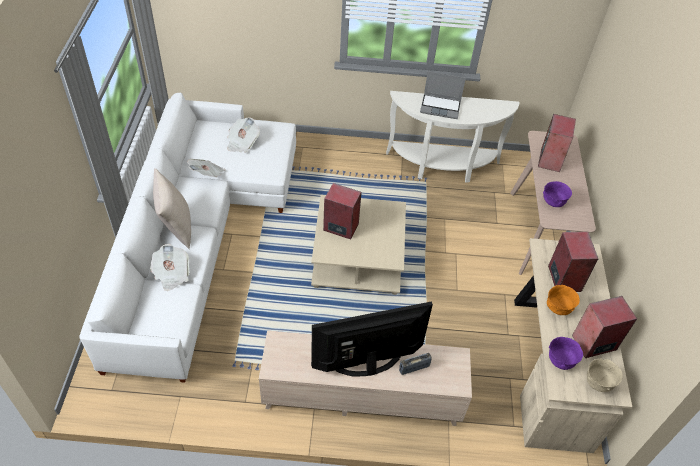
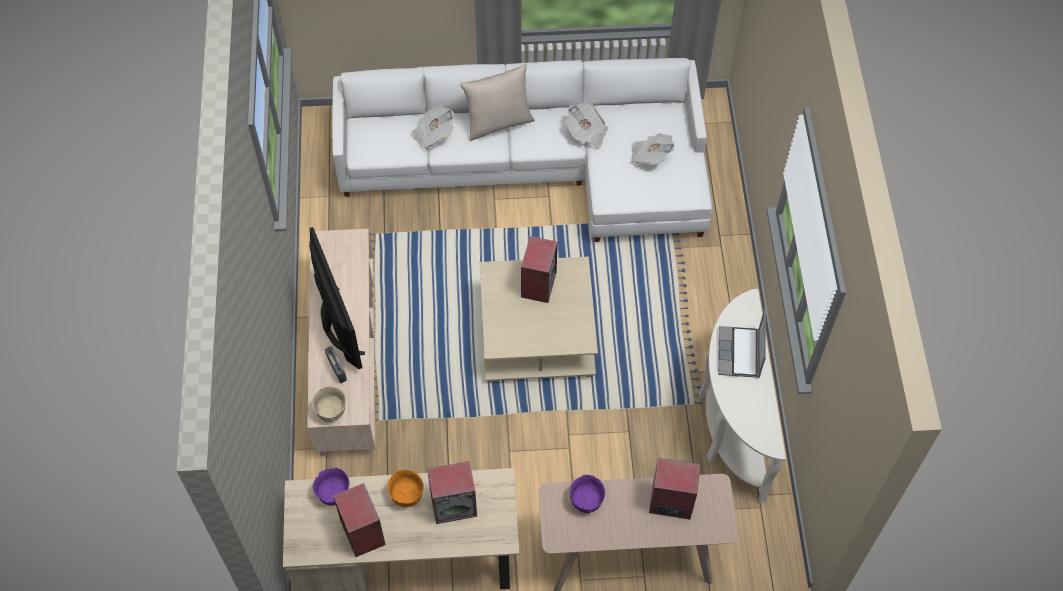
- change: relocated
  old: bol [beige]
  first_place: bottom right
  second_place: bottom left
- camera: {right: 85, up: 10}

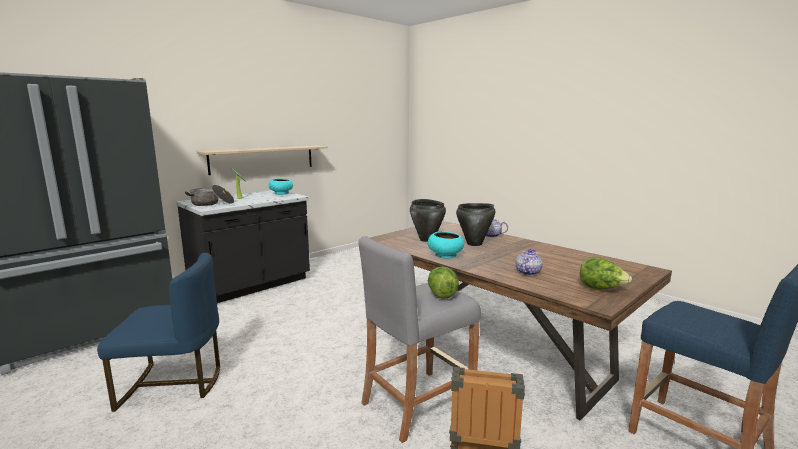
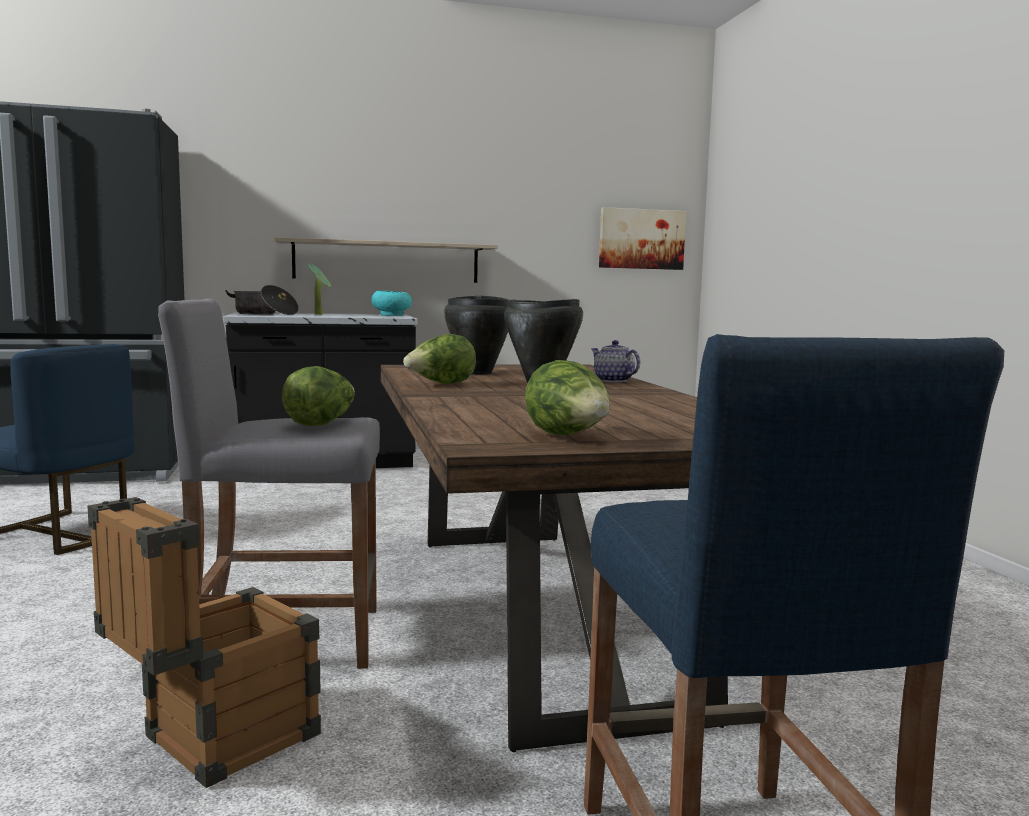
- change: missing
  old: théière (no. 2 from left)
  first_place: centre
- change: appeared
  new: tableau
  second_place: top centre
- change: exchanged
  old: bol [turquoise] (no. 2 from left)
  new: laitue (no. 2 from left)
  first_place: centre
  second_place: centre
- camera: {right: 30, up: -5}

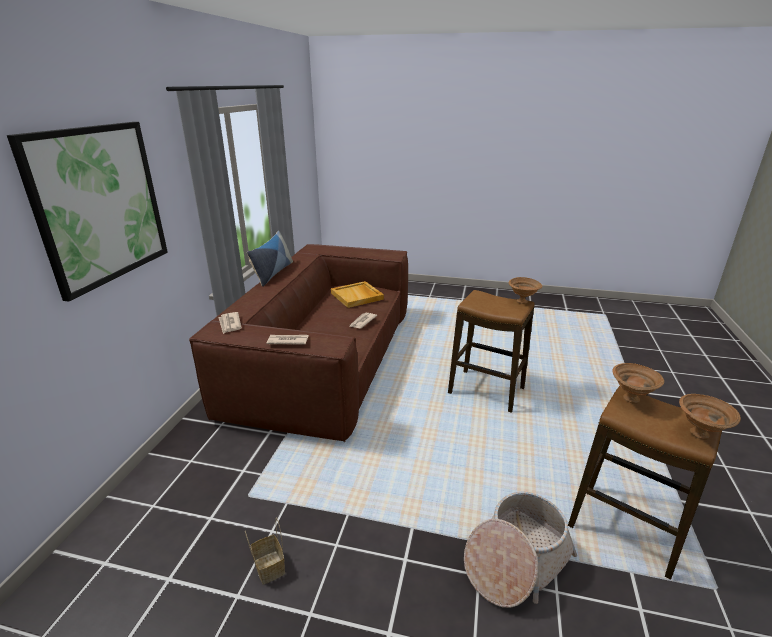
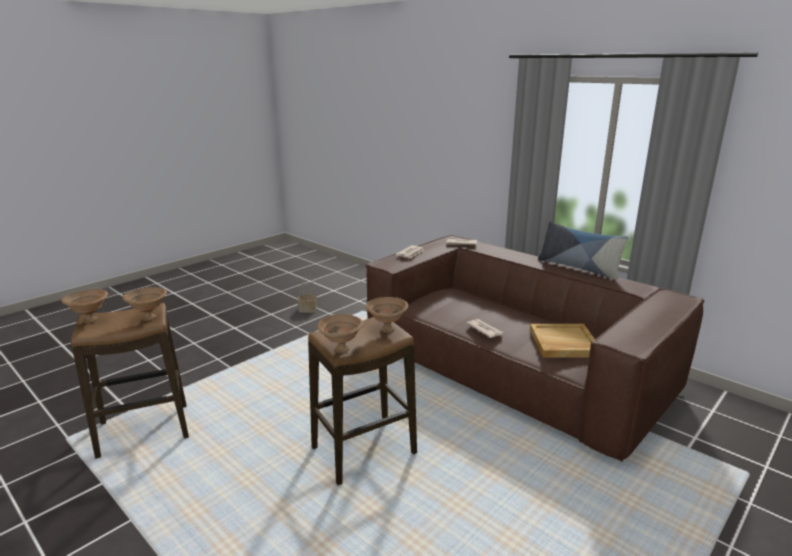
- change: missing
  old: tableau
  first_place: top left
- change: missing
  old: panier (no. 2 from left)
  first_place: bottom right
- change: appeared
  new: bol [marron] (no. 4 from left)
  second_place: centre
- camera: {right: 120, up: -5}

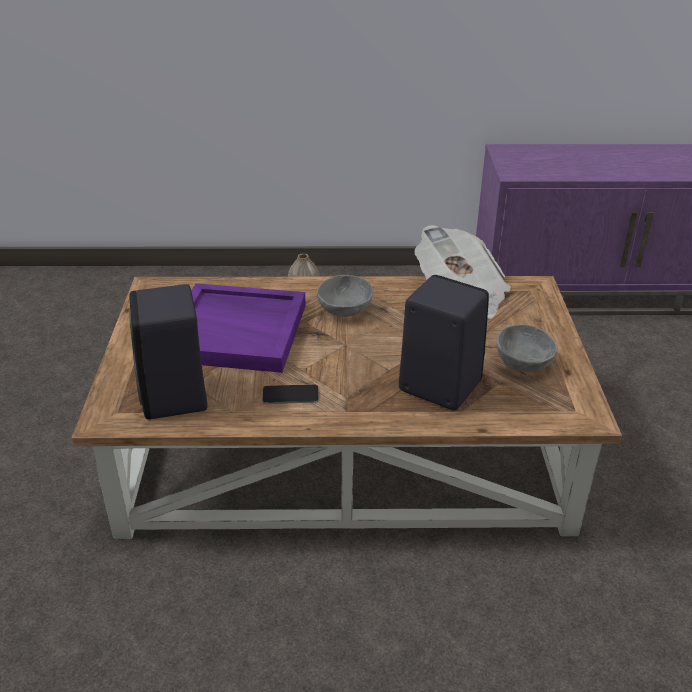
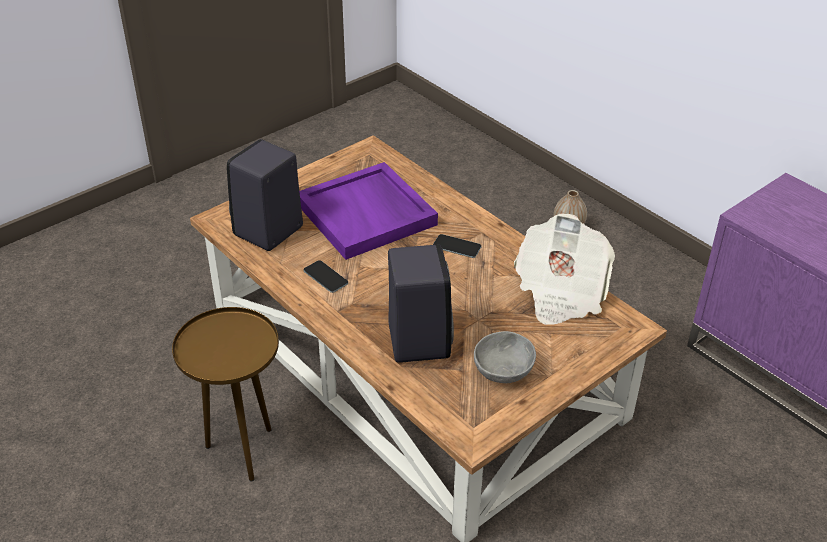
- change: appeared
  new: table d'appoint [marron]
  second_place: bottom left
- change: exchanged
  old: bol [gris] (no. 1 from left)
  new: téléphone (no. 2 from left)
  first_place: centre
  second_place: centre
- camera: {right: 50, up: 5}

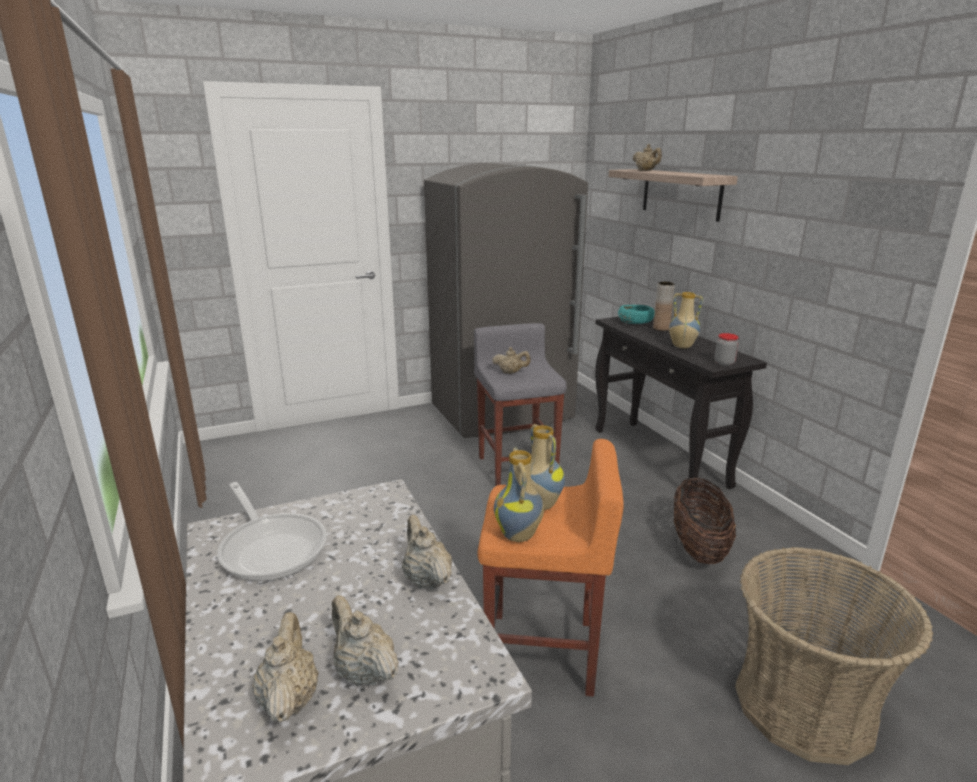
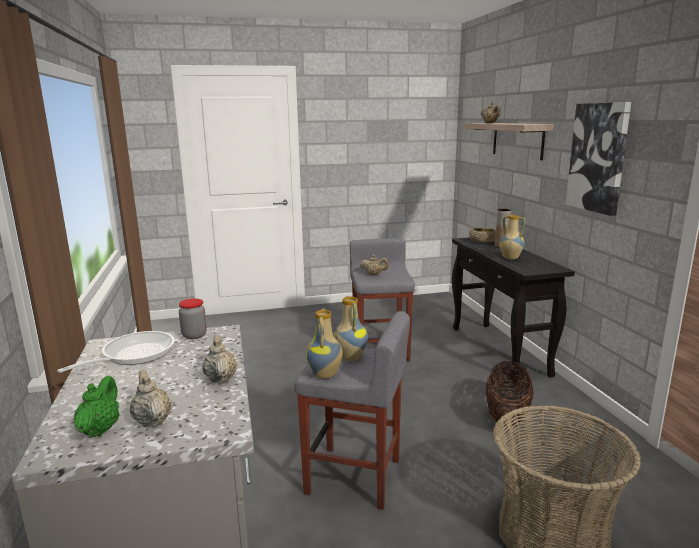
- change: missing
  old: réfrigérateur [gris]
  first_place: centre
- change: appeared
  new: tableau
  second_place: top right
- change: relocated
  old: bocal
  first_place: middle right
  second_place: middle left
- change: colour
  old: théière [beige] (no. 1 from left)
  new: théière [vert]
  first_place: bottom left
  second_place: bottom left
- change: colour
  old: tabouret [orange]
  new: tabouret [gris] (no. 1 from left)
  first_place: bottom centre
  second_place: bottom centre
- change: colour
  old: bol [turquoise]
  new: bol [beige]
  first_place: centre
  second_place: middle right
- change: spun
  old: poêle
  first_place: bottom left
  second_place: middle left
  degrees: -120
- camera: {right: 10, up: -5}

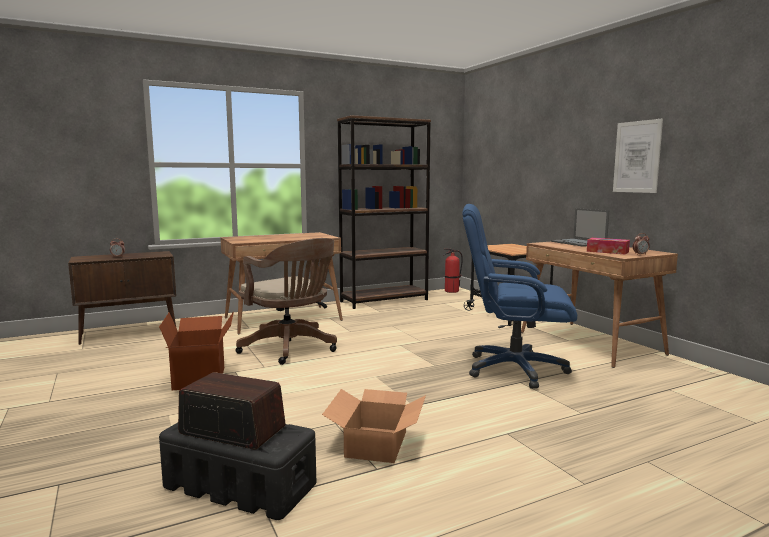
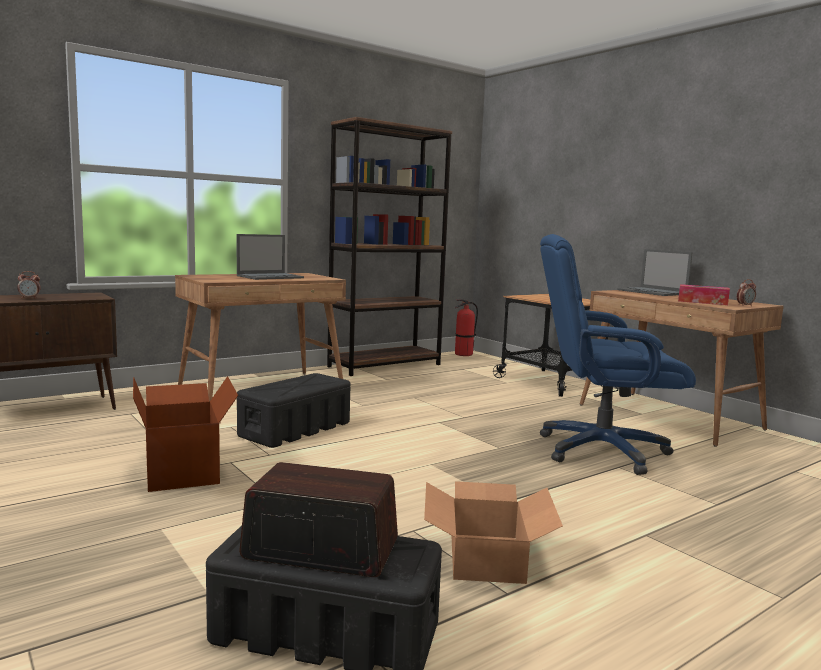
- change: missing
  old: tableau
  first_place: top right
- change: appeared
  new: ordinateur portable (no. 1 from left)
  second_place: middle left
- change: exchanged
  old: chaise de bureau [marron]
  new: boîte de rangement [noir] (no. 1 from left)
  first_place: centre
  second_place: centre
- camera: {right: -10, up: 0}

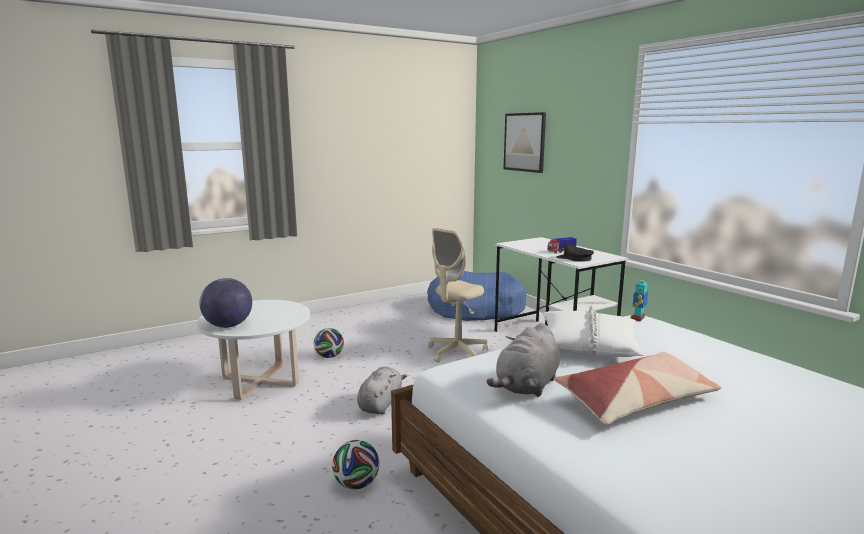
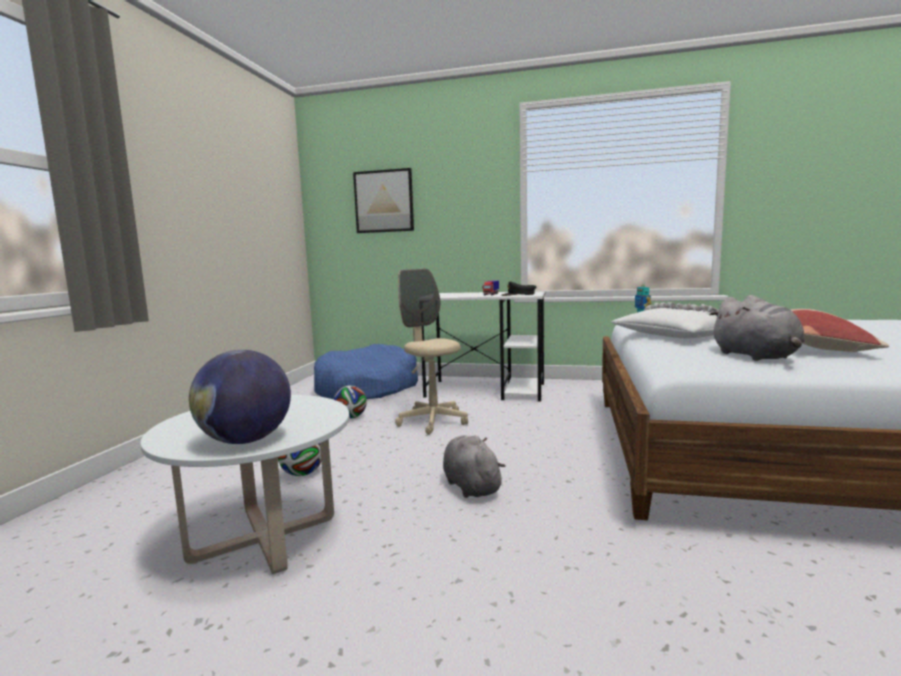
- change: relocated
  old: ballon de foot (no. 2 from left)
  first_place: bottom centre
  second_place: centre
- change: spun
  old: chaise de bureau [beige]
  first_place: centre
  second_place: centre
  degrees: 150
- camera: {right: -45, up: -5}

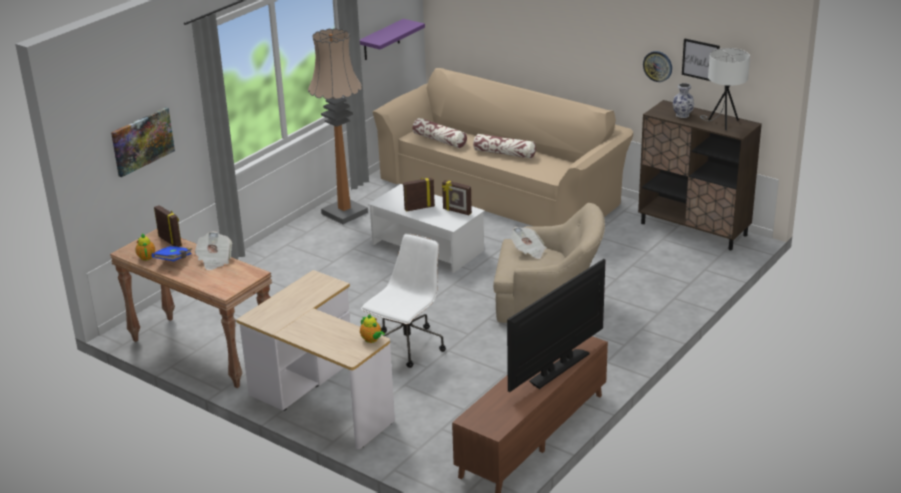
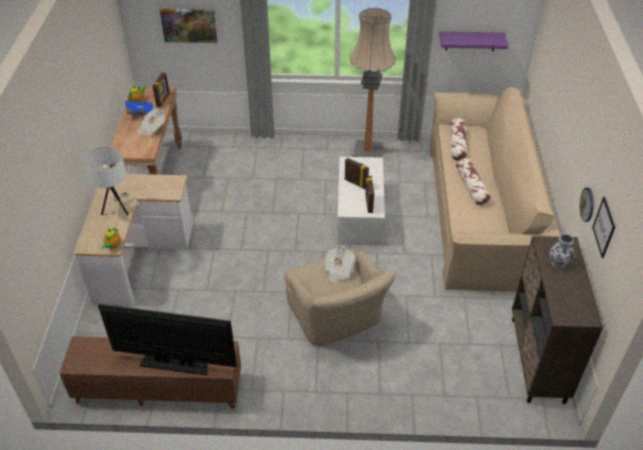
- change: missing
  old: chaise de bureau [blanc]
  first_place: centre
- change: relocated
  old: lampe de table [blanc]
  first_place: top right
  second_place: middle left
- camera: {right: 55, up: 15}

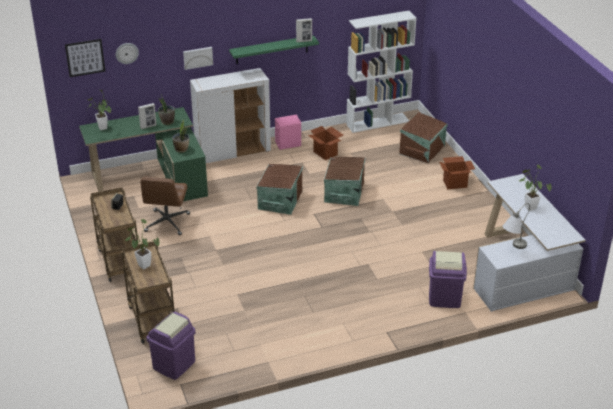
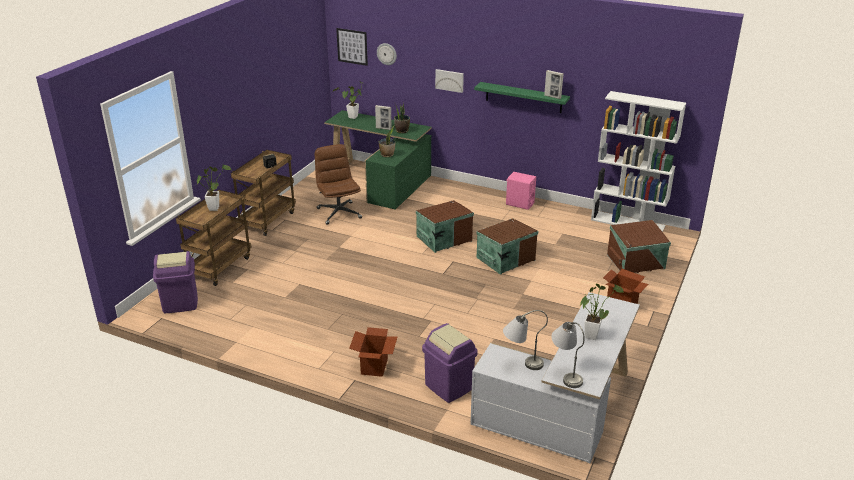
- change: missing
  old: meuble de rangement [blanc]
  first_place: top centre
- change: appeared
  new: lampe de table [gris] (no. 2 from left)
  second_place: bottom centre
- change: relocated
  old: carton (no. 1 from left)
  first_place: centre
  second_place: bottom centre
- change: spun
  old: chaise de bureau [marron]
  first_place: middle left
  second_place: centre
  degrees: 105
- camera: {right: 45, up: -5}

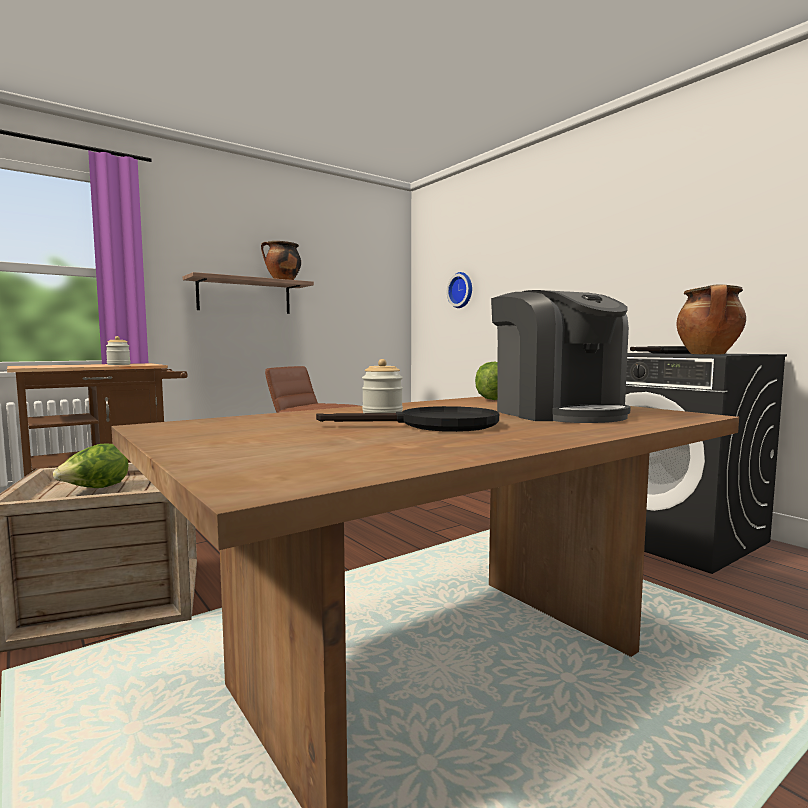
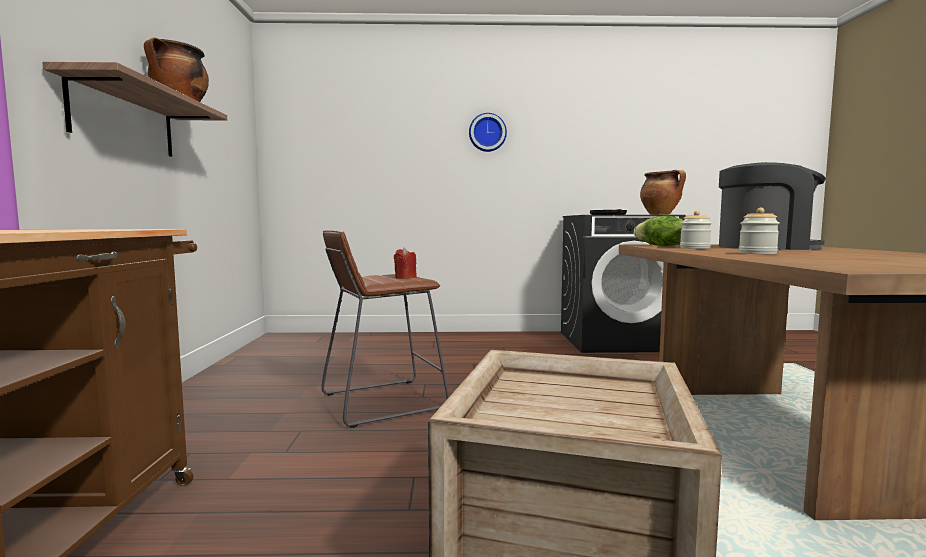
- change: missing
  old: laitue (no. 1 from left)
  first_place: middle left
- change: missing
  old: poêle [noir] (no. 1 from left)
  first_place: centre
- change: appeared
  new: bougie [rouge]
  second_place: centre
- change: relocated
  old: bocal (no. 1 from left)
  first_place: middle left
  second_place: middle right
- change: relocated
  old: horloge murale
  first_place: centre
  second_place: top centre
- camera: {right: -55, up: 0}

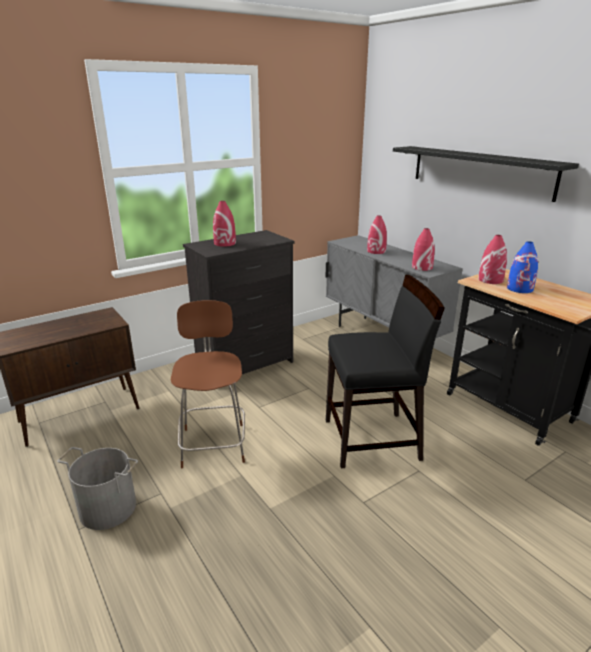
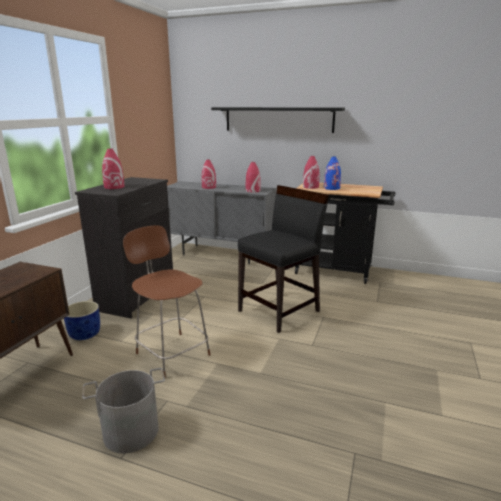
- change: appeared
  new: cache-pot [bleu]
  second_place: middle left
- camera: {right: -35, up: -5}

